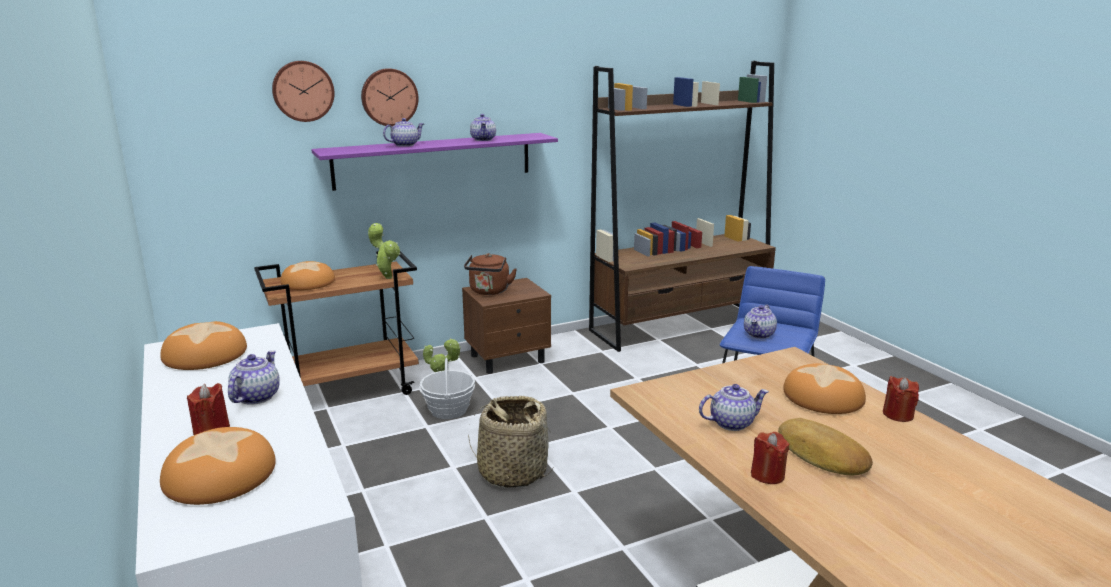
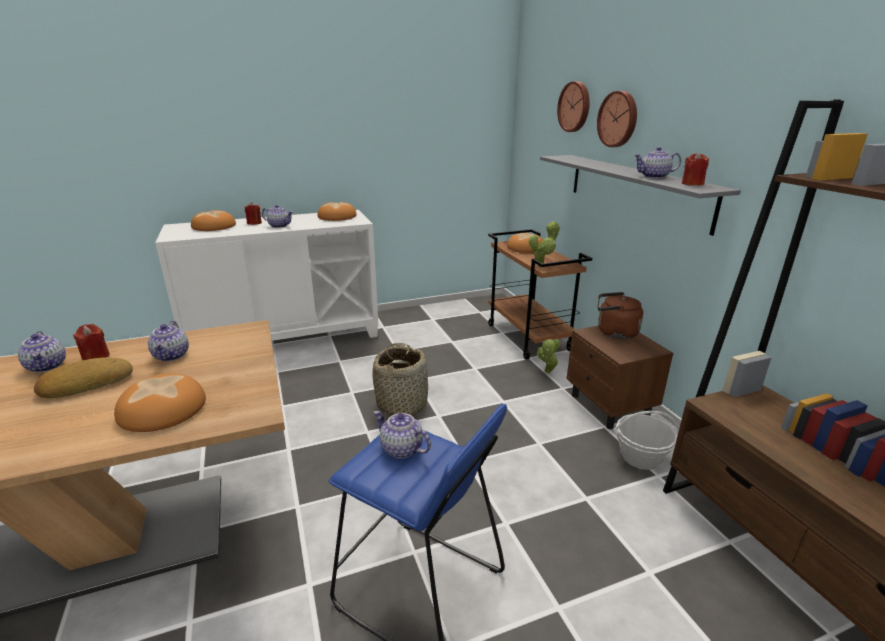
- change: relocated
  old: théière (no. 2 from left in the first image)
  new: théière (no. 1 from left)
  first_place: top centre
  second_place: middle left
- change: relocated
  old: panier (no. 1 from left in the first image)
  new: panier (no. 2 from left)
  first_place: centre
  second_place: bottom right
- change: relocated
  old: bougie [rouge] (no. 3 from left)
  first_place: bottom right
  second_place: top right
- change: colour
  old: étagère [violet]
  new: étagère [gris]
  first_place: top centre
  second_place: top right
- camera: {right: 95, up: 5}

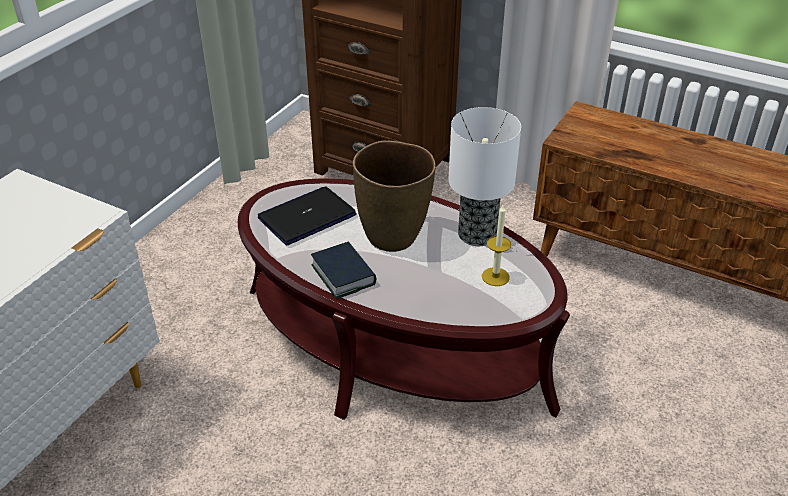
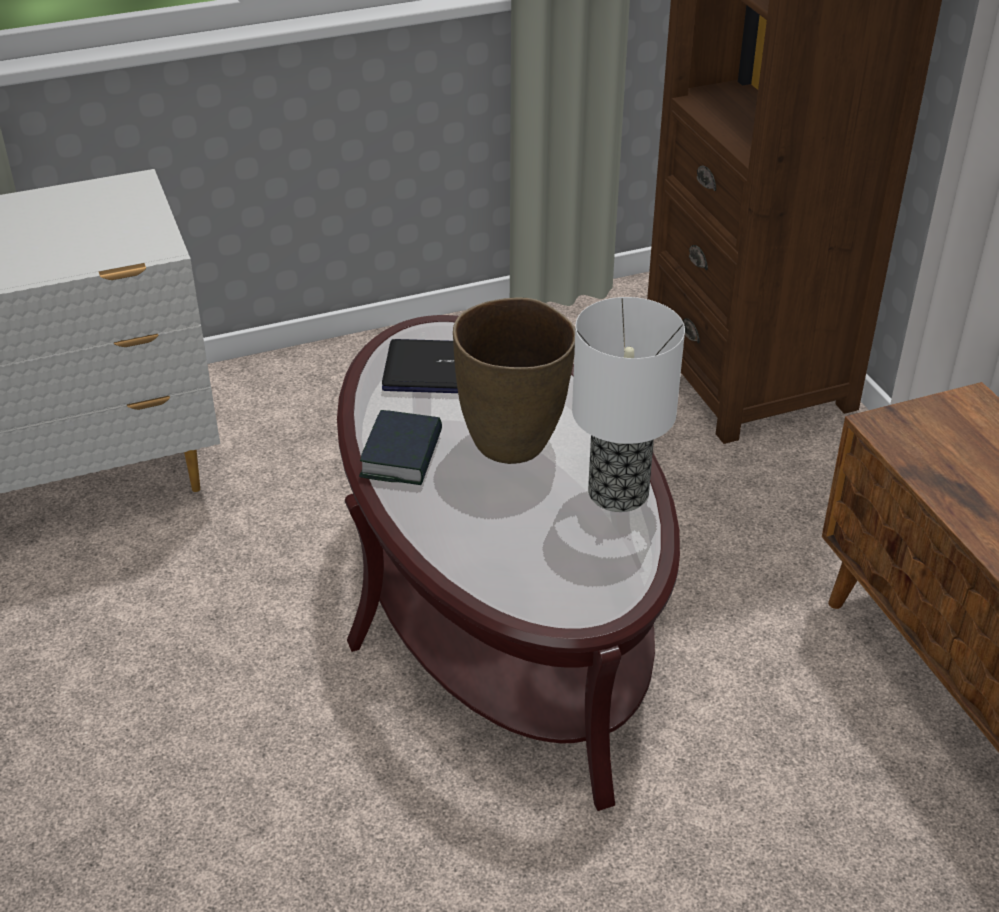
- change: missing
  old: bougie
  first_place: centre
- camera: {right: 40, up: 0}

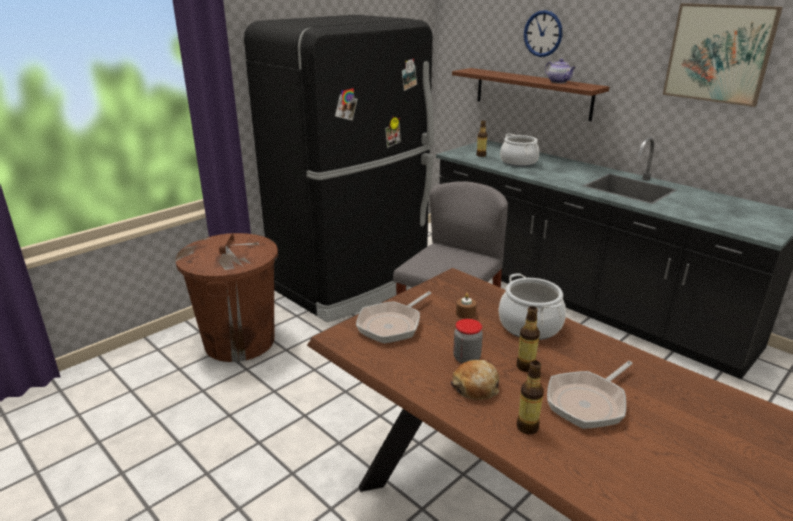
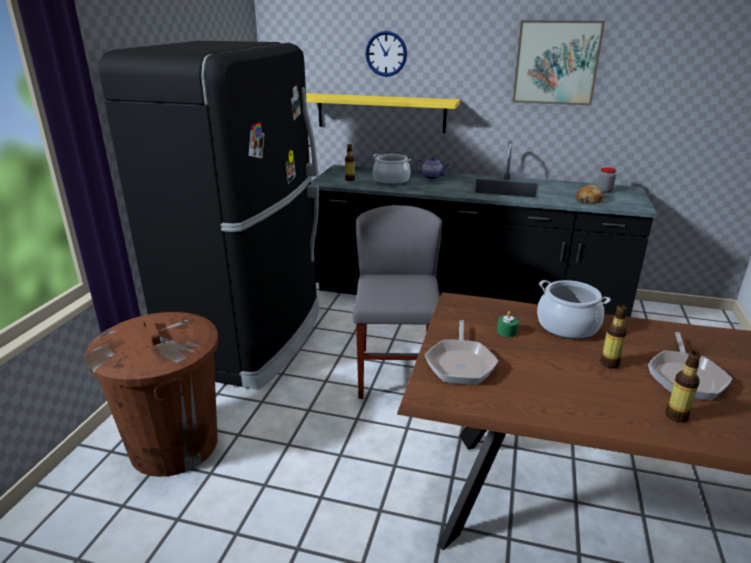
- change: relocated
  old: pain
  first_place: bottom centre
  second_place: middle right
- change: relocated
  old: bocal
  first_place: centre
  second_place: top right
- change: relocated
  old: théière
  first_place: top right
  second_place: top centre
- change: colour
  old: étagère [marron]
  new: étagère [jaune]
  first_place: top right
  second_place: top centre
- change: colour
  old: bougie [marron]
  new: bougie [vert]
  first_place: centre
  second_place: middle right
- camera: {right: -30, up: 0}

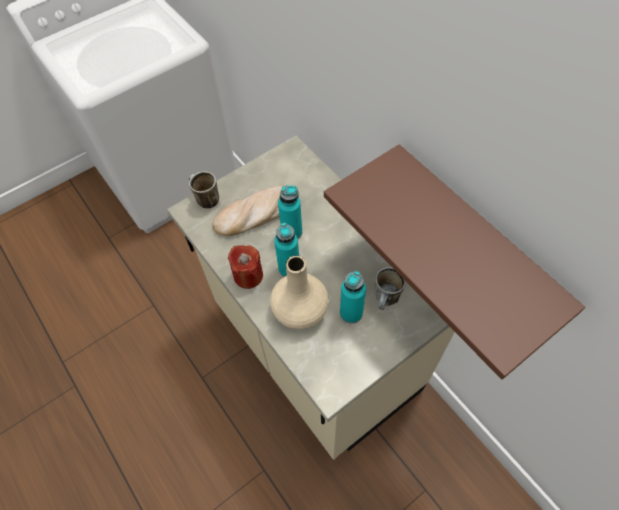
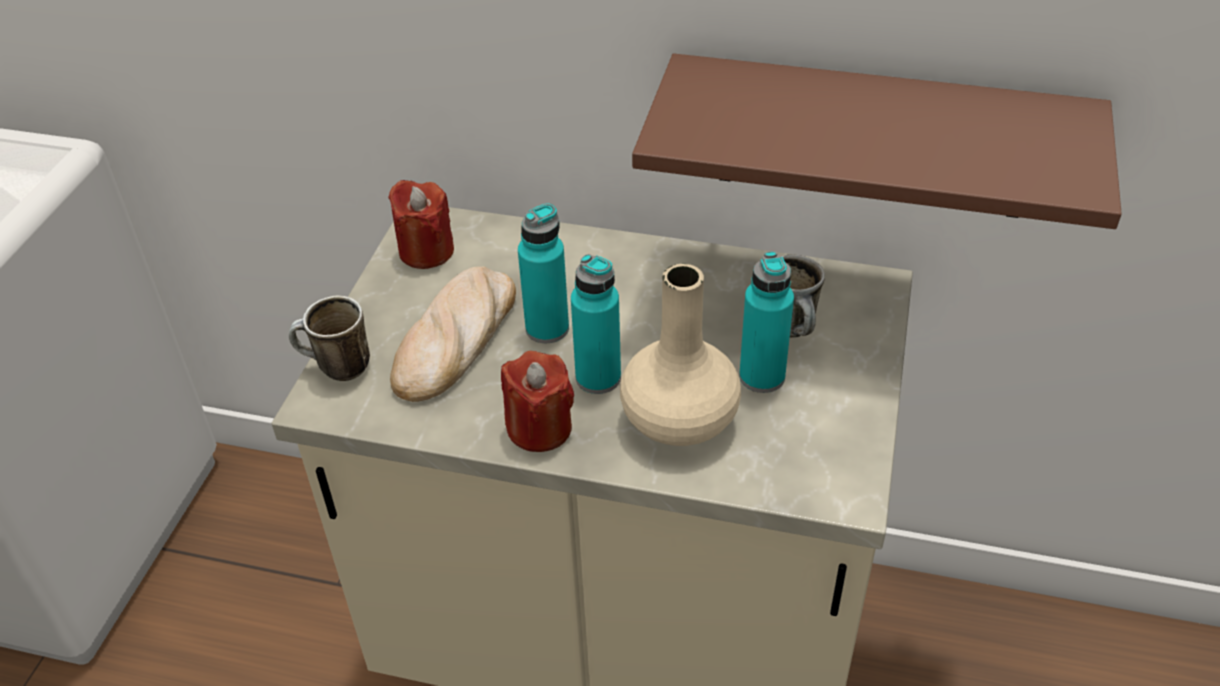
- change: appeared
  new: bougie [rouge] (no. 1 from left)
  second_place: top centre
- camera: {right: -40, up: -15}

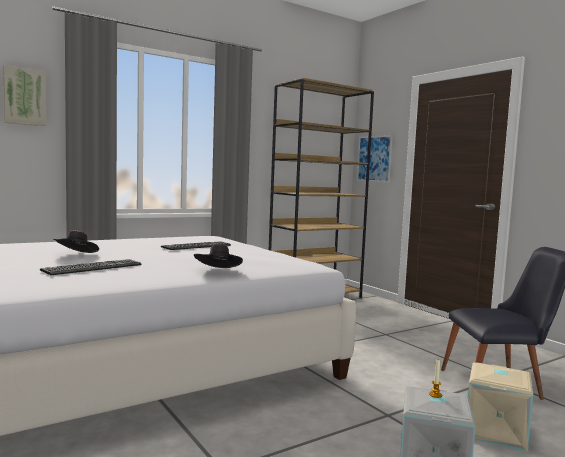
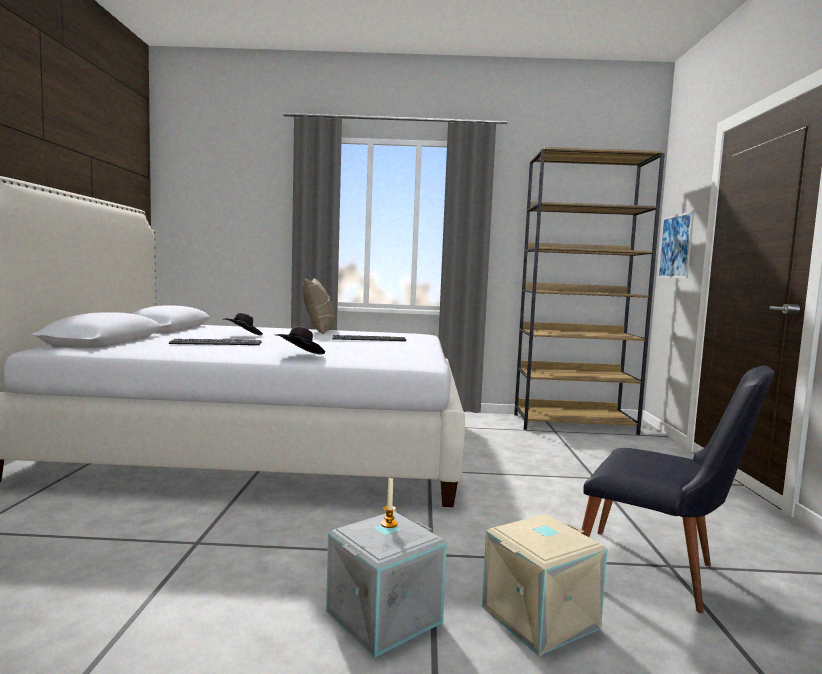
- change: missing
  old: tableau (no. 1 from left)
  first_place: top left
- change: appeared
  new: coussin [beige]
  second_place: centre
- camera: {right: 35, up: 0}

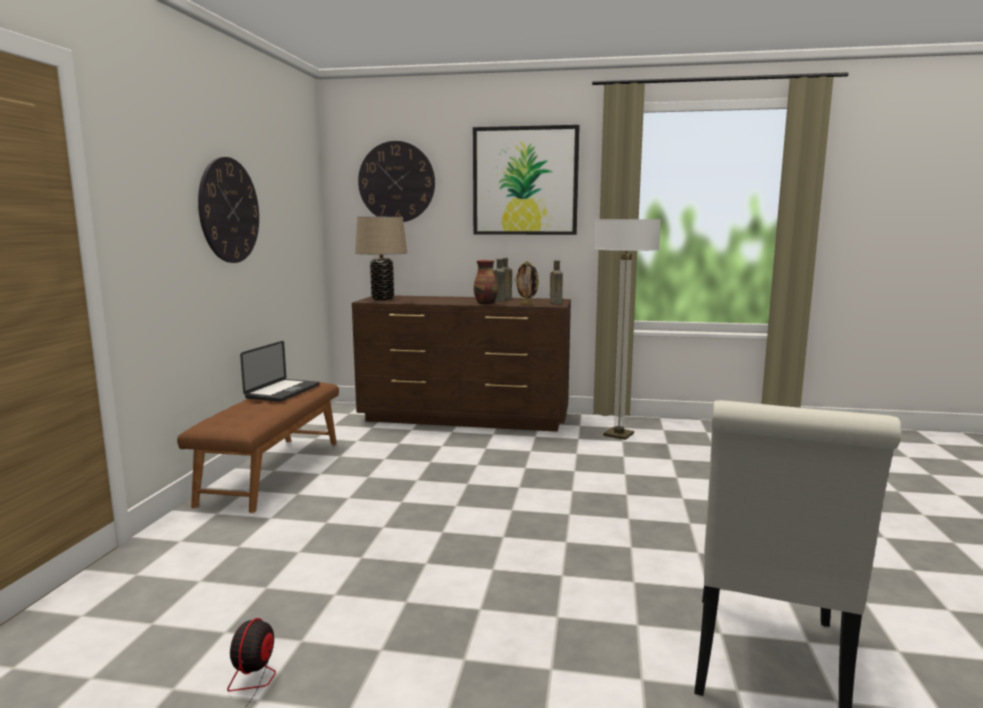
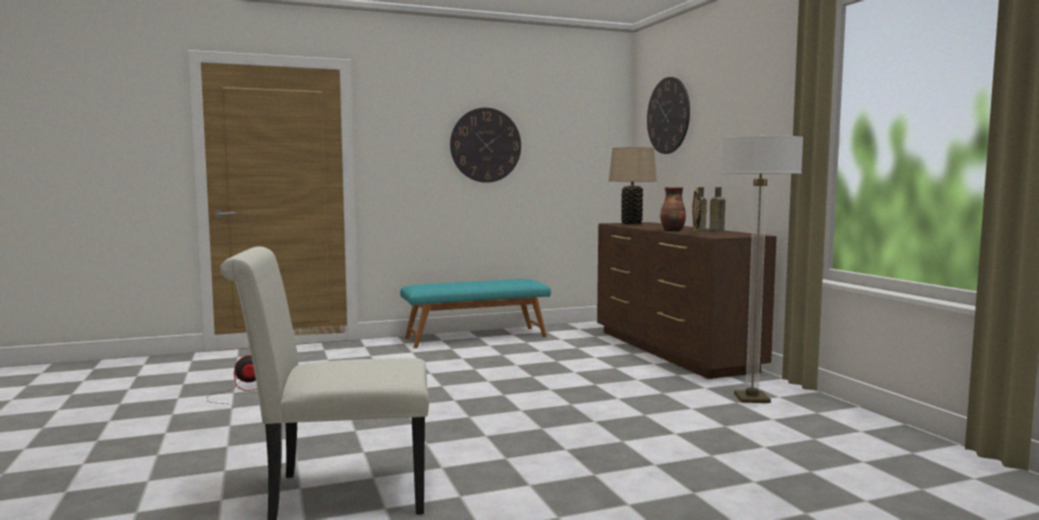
- change: missing
  old: ordinateur portable
  first_place: middle left
- change: missing
  old: tableau
  first_place: top centre
- change: missing
  old: bouteille [marron] (no. 3 from left)
  first_place: centre
- change: colour
  old: banc [marron]
  new: banc [turquoise]
  first_place: middle left
  second_place: centre
- camera: {right: 60, up: -5}

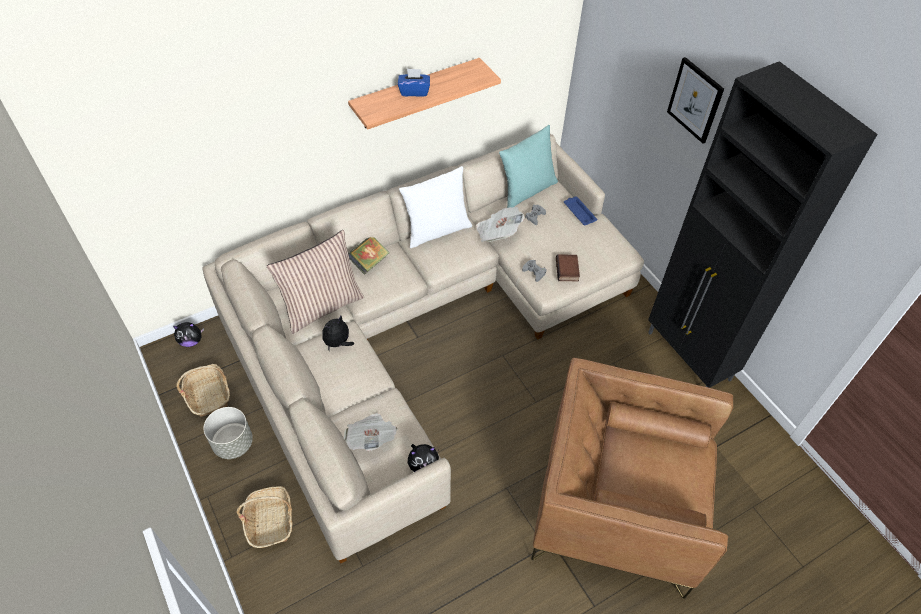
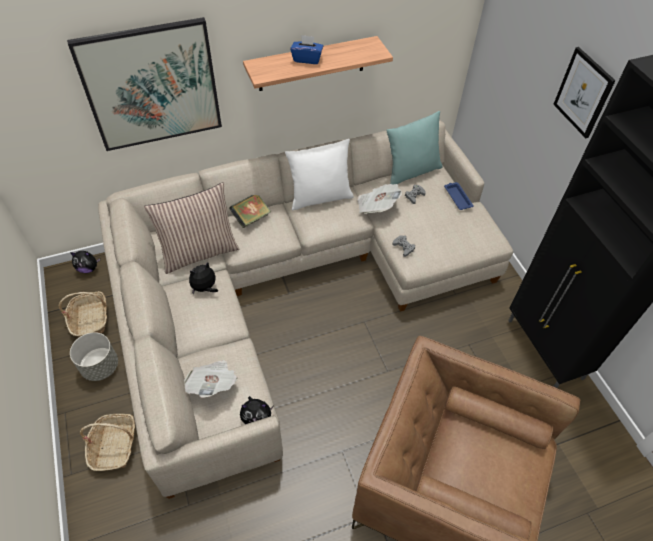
- change: missing
  old: livre (no. 2 from left)
  first_place: centre
- change: appeared
  new: tableau (no. 1 from left)
  second_place: top left
- camera: {right: 10, up: 0}

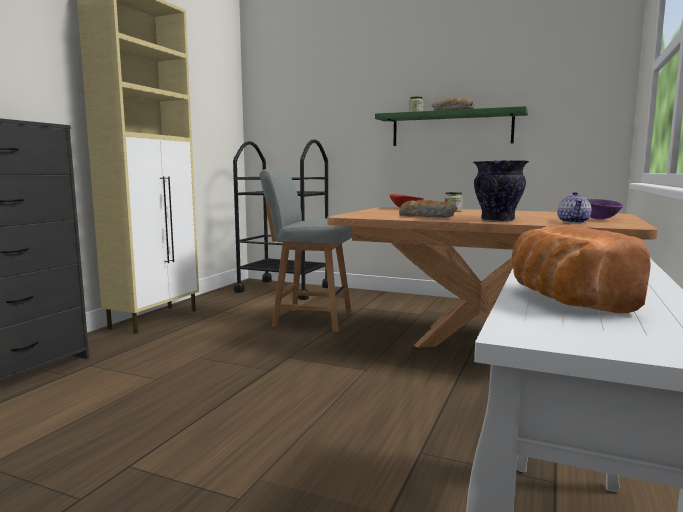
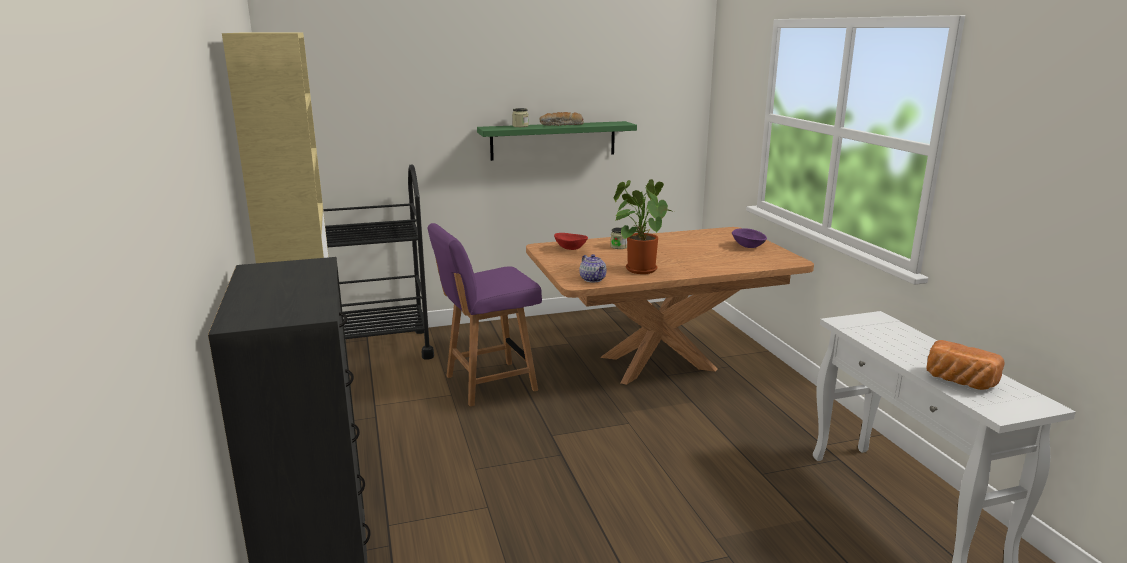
- change: missing
  old: vase
  first_place: middle right
- change: relocated
  old: théière
  first_place: middle right
  second_place: centre
- change: exchanged
  old: pain (no. 1 from left)
  new: plante en pot
  first_place: centre
  second_place: centre
- change: colour
  old: chaise [gris]
  new: chaise [violet]
  first_place: centre
  second_place: centre
- camera: {right: -40, up: 10}

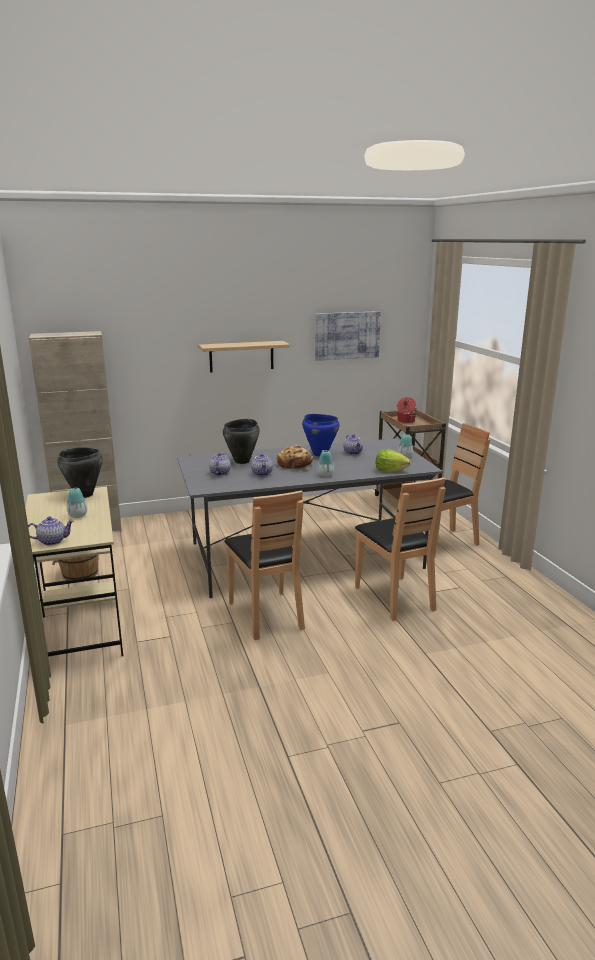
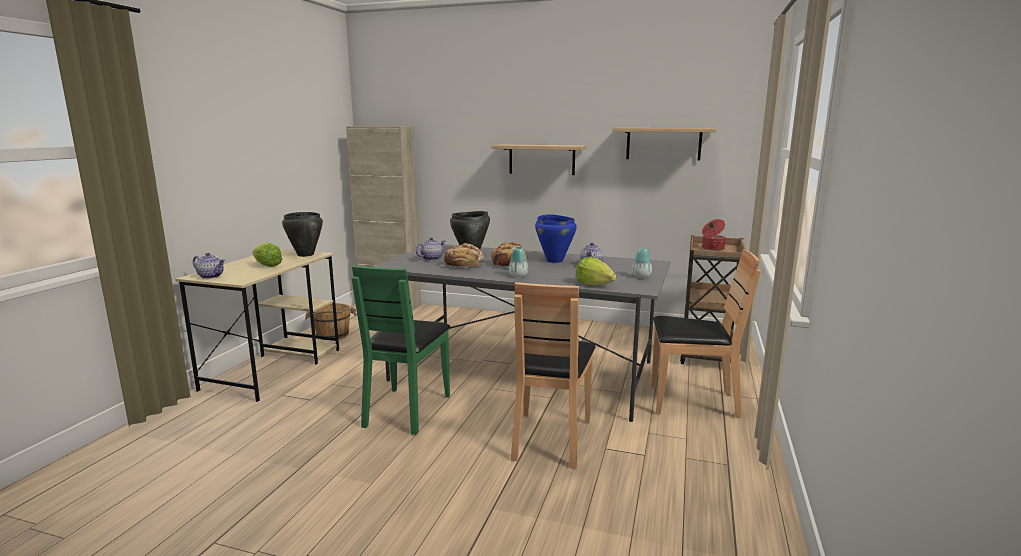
- change: exchanged
  old: vase (no. 1 from left)
  new: laitue (no. 1 from left)
  first_place: middle left
  second_place: middle left
- change: exchanged
  old: théière (no. 3 from left)
  new: pain (no. 1 from left)
  first_place: centre
  second_place: centre
- change: exchanged
  old: tableau
  new: étagère (no. 2 from left)
  first_place: centre
  second_place: top centre
- change: colour
  old: chaise [marron] (no. 1 from left)
  new: chaise [vert]
  first_place: centre
  second_place: centre
- camera: {right: 35, up: -5}

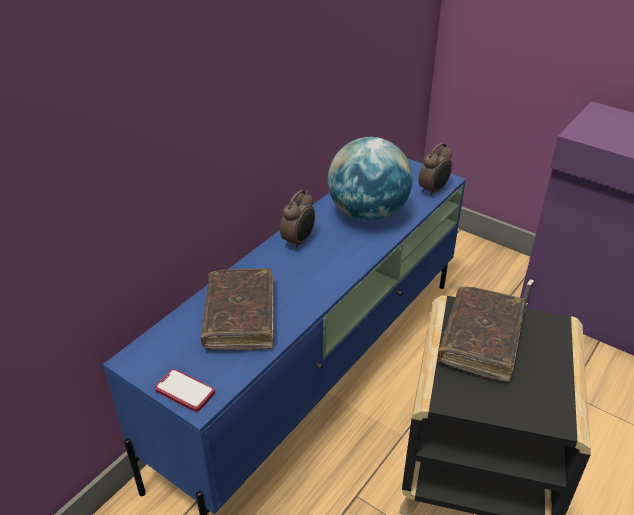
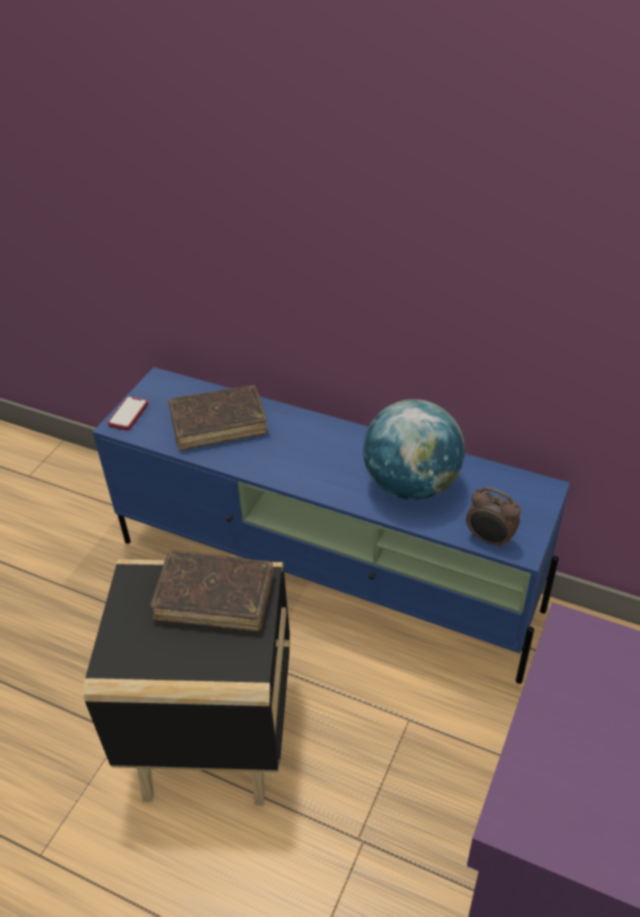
- change: missing
  old: réveil (no. 1 from left)
  first_place: centre
- camera: {right: 80, up: 5}

